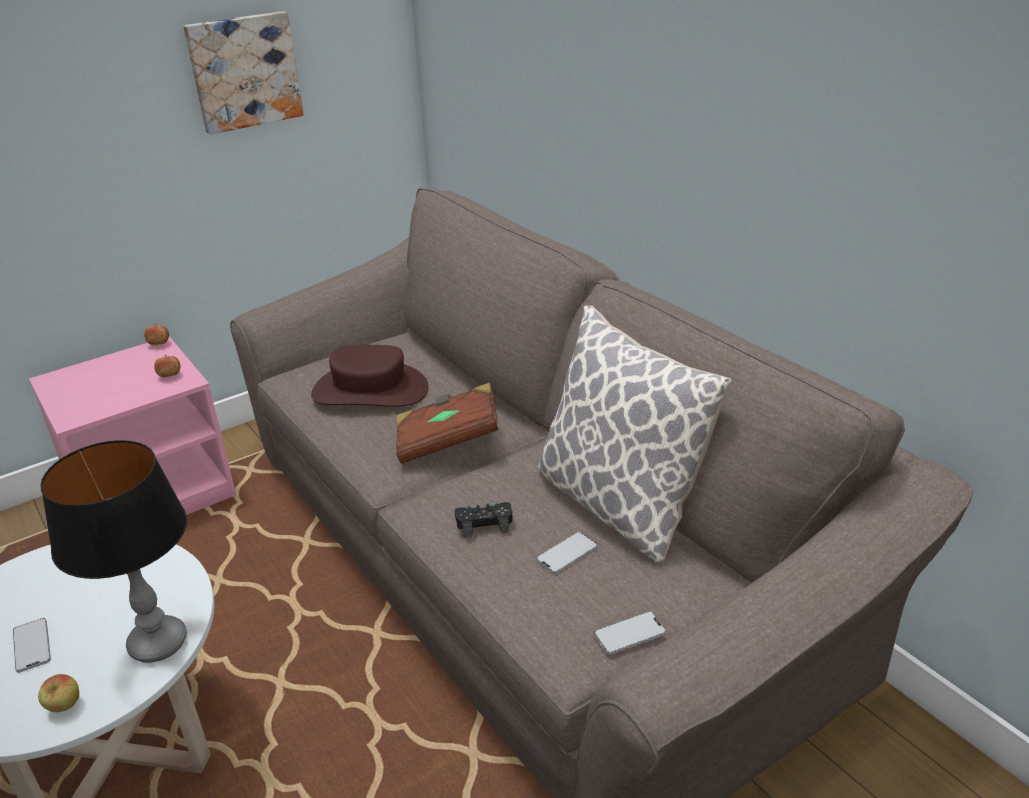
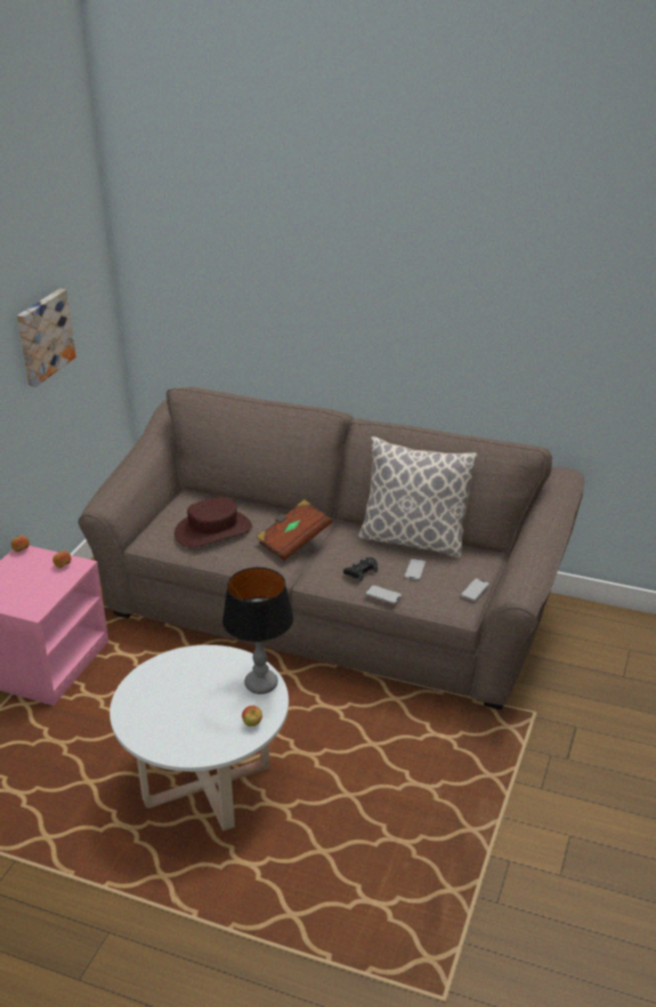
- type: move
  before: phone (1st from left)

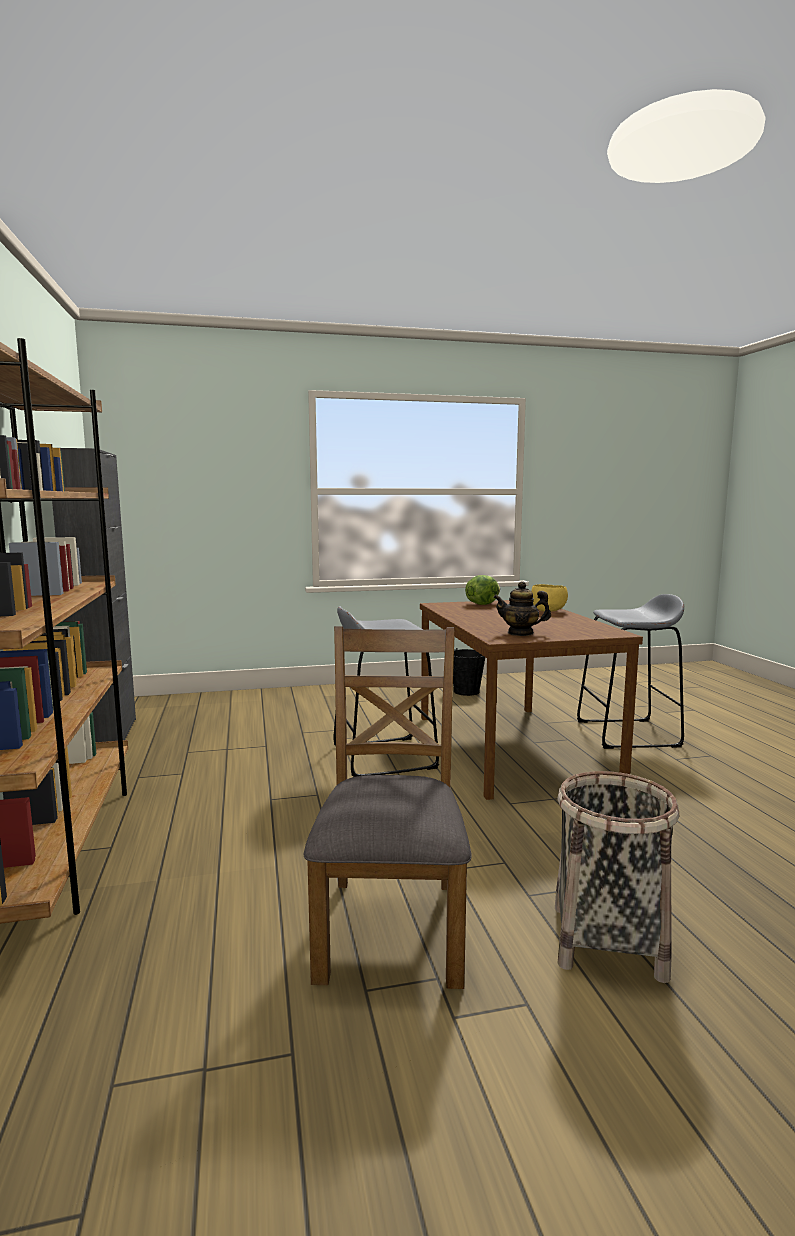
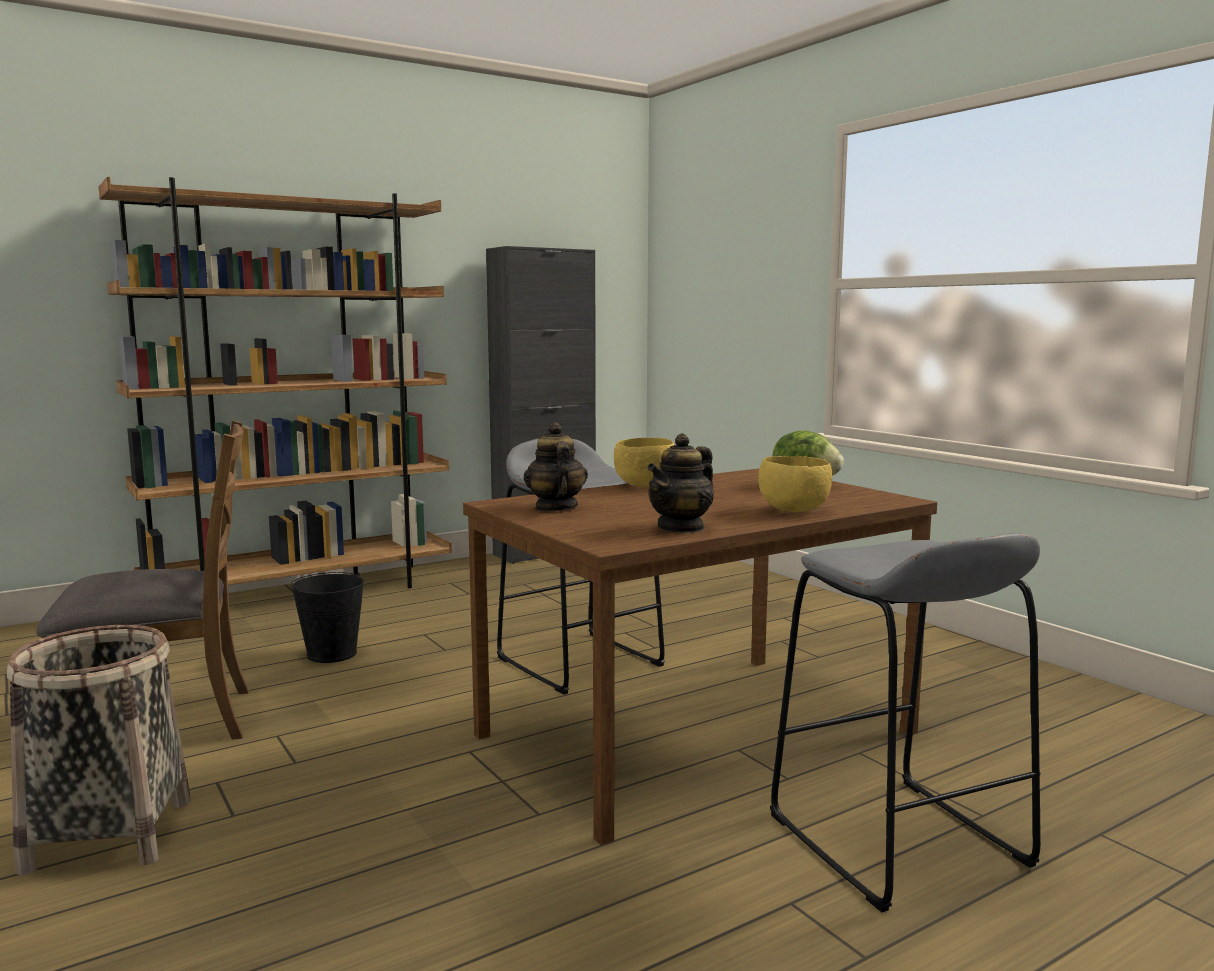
- type: move
  before: black bucket
- type: insert
  after: teapot (2nd from left)
- type: insert
  after: yellow bowl (1st from left)

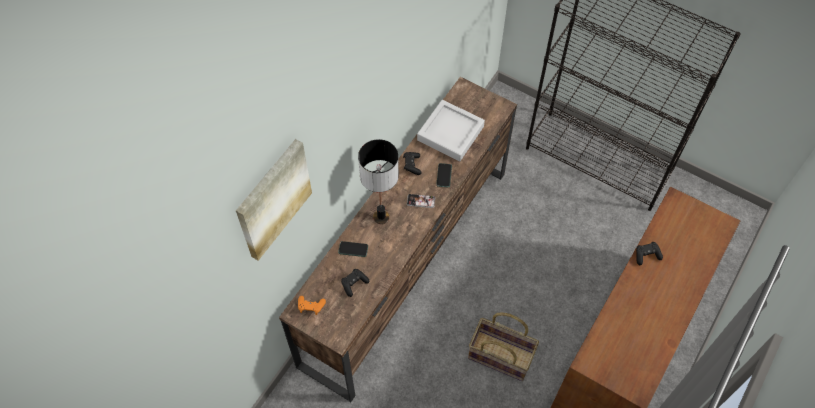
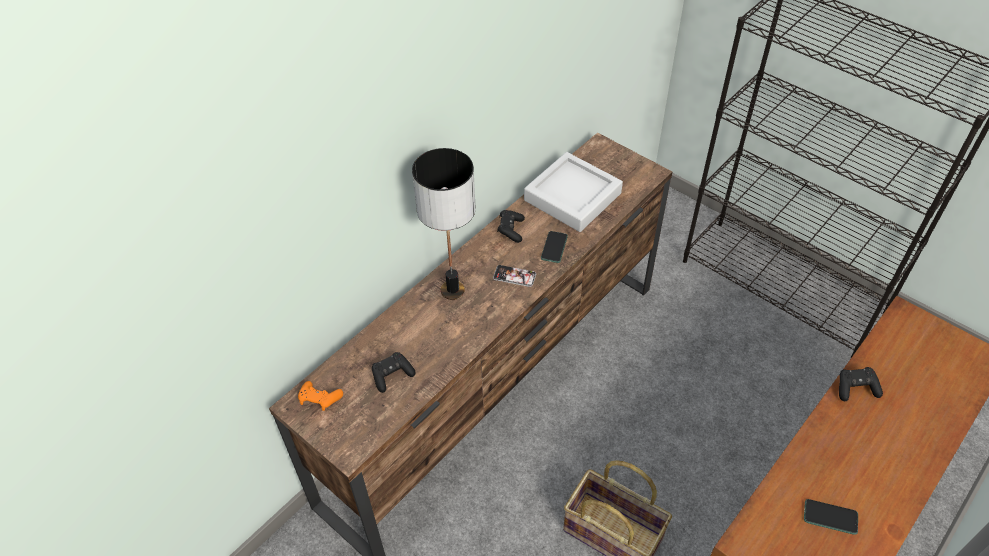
- type: delete
  before: picture
- type: move
  before: phone (1st from left in the first image)
  after: phone (3rd from left)

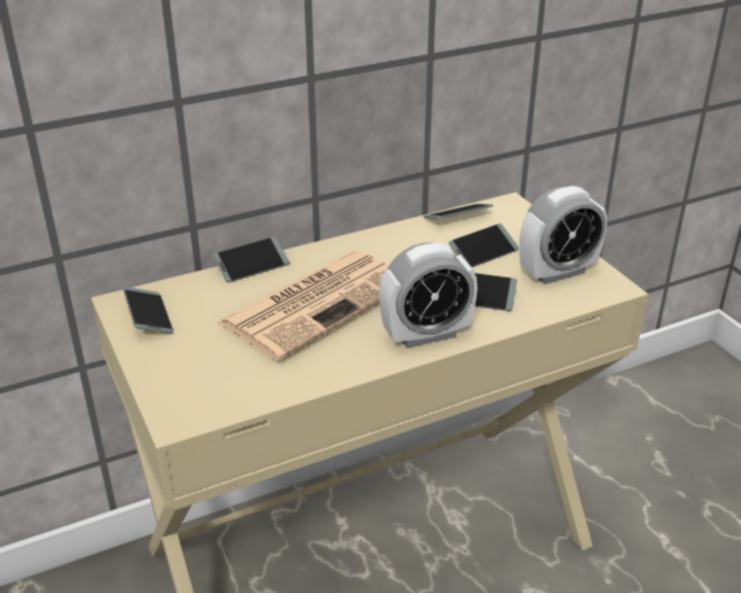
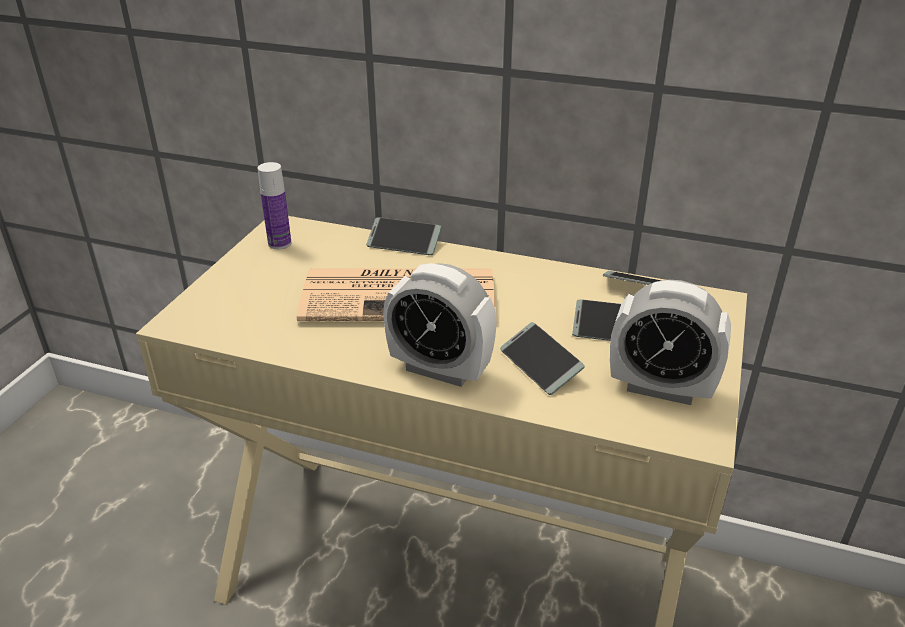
- type: replace
  before: phone (1st from left)
  after: bottle

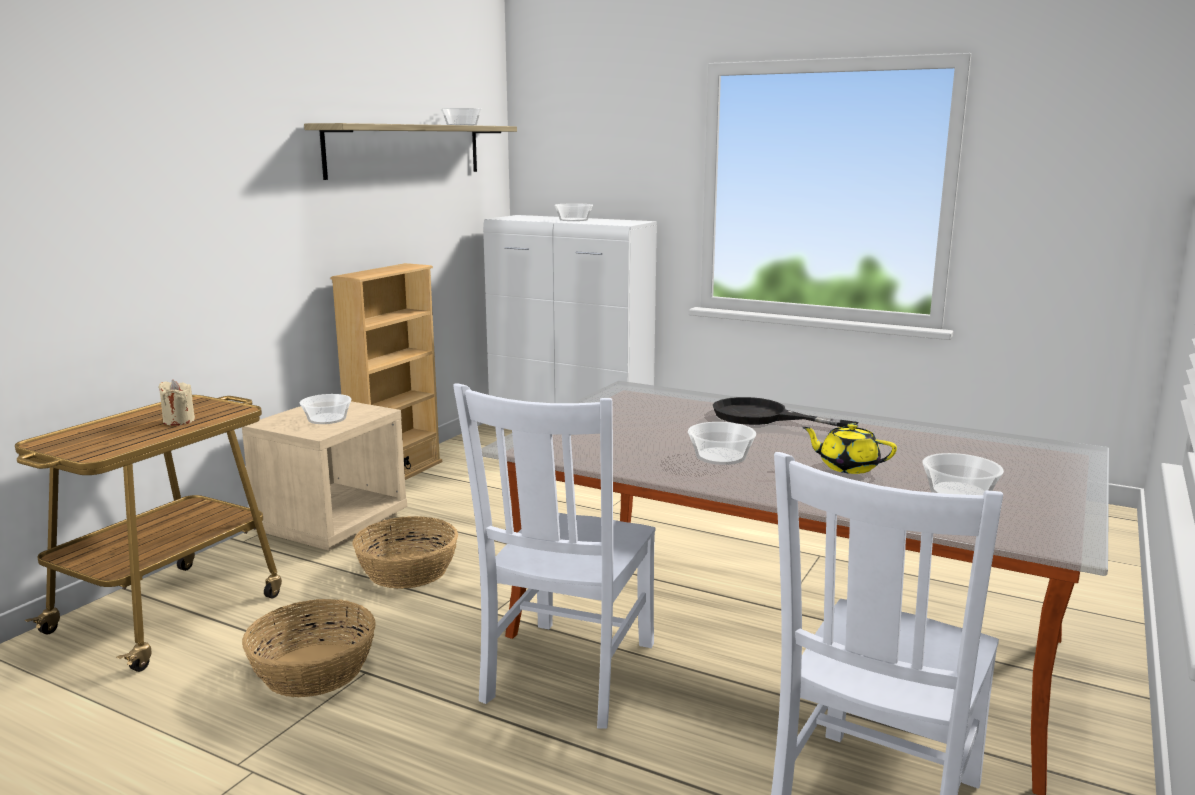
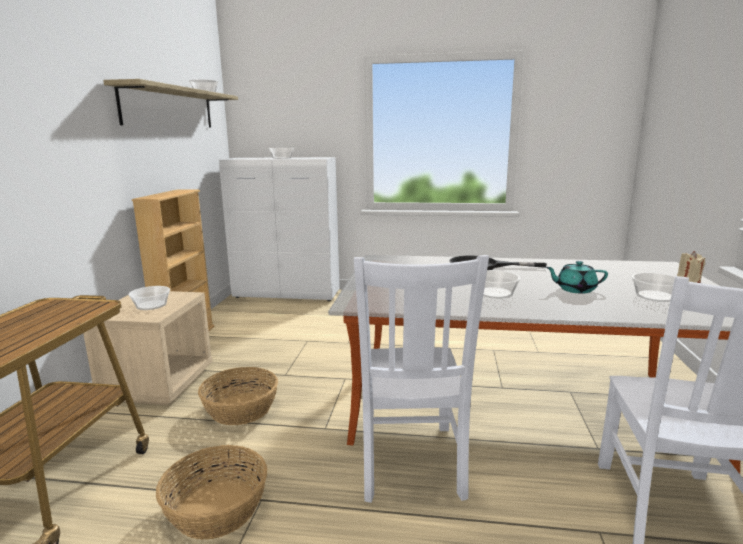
- type: move
  before: beige candle
- type: recolor
  before: yellow teapot
  after: turquoise teapot

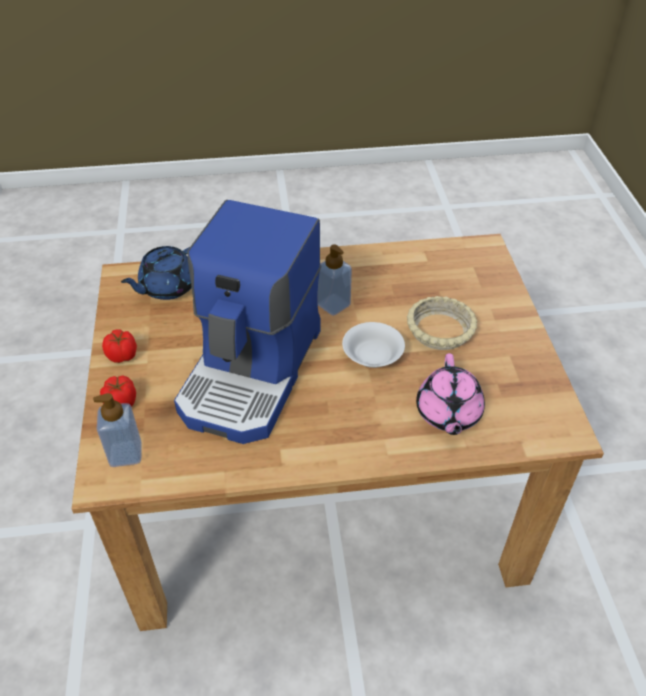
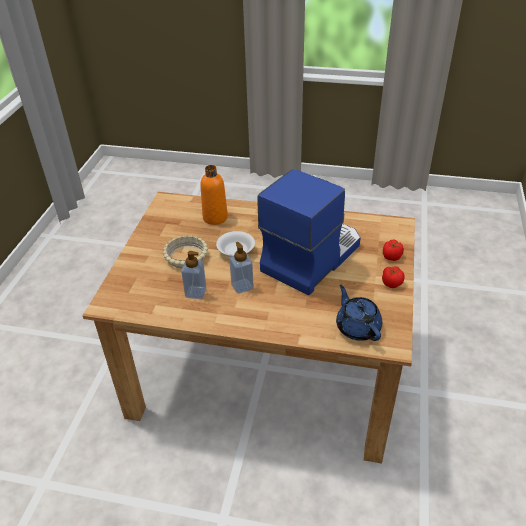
- type: rotate
  before: blue teapot
  turn: -90
- type: replace
  before: pink teapot
  after: orange bottle
- type: move
  before: soap dispenser (1st from left)

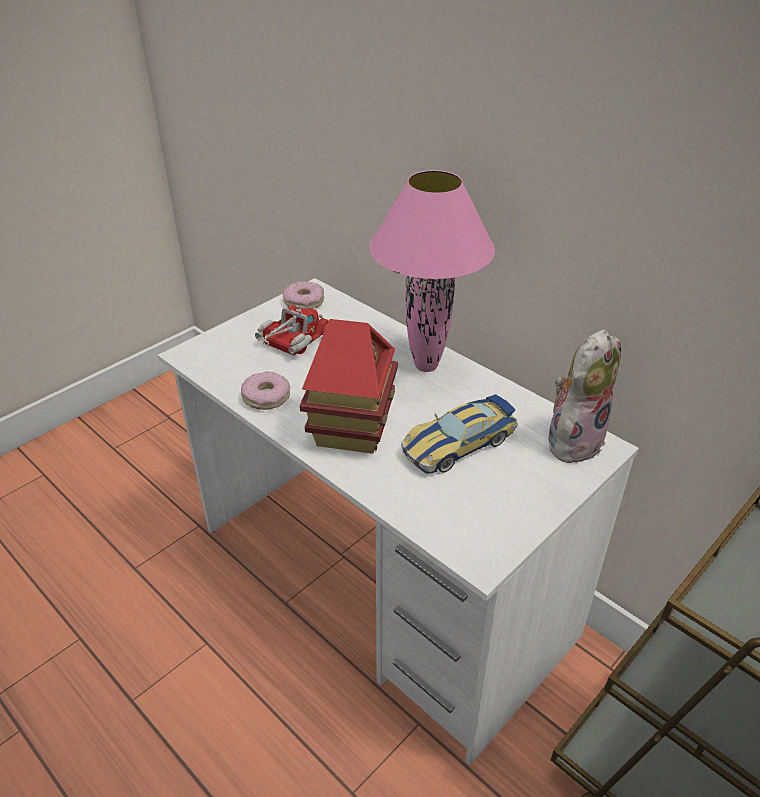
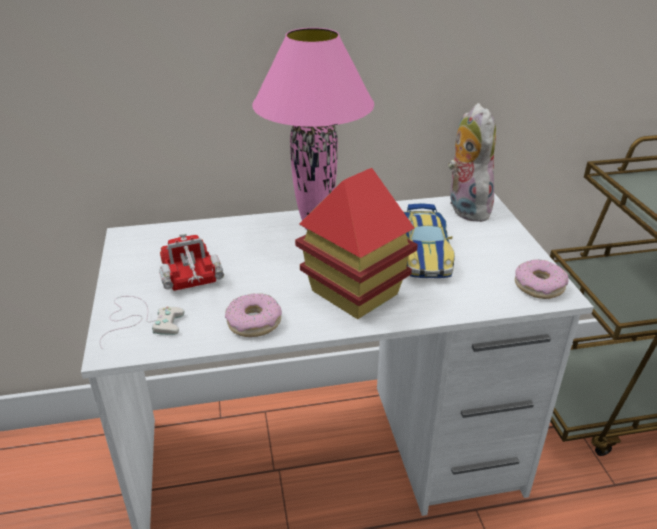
- type: move
  before: donut (2nd from left)
- type: insert
  after: white game controller

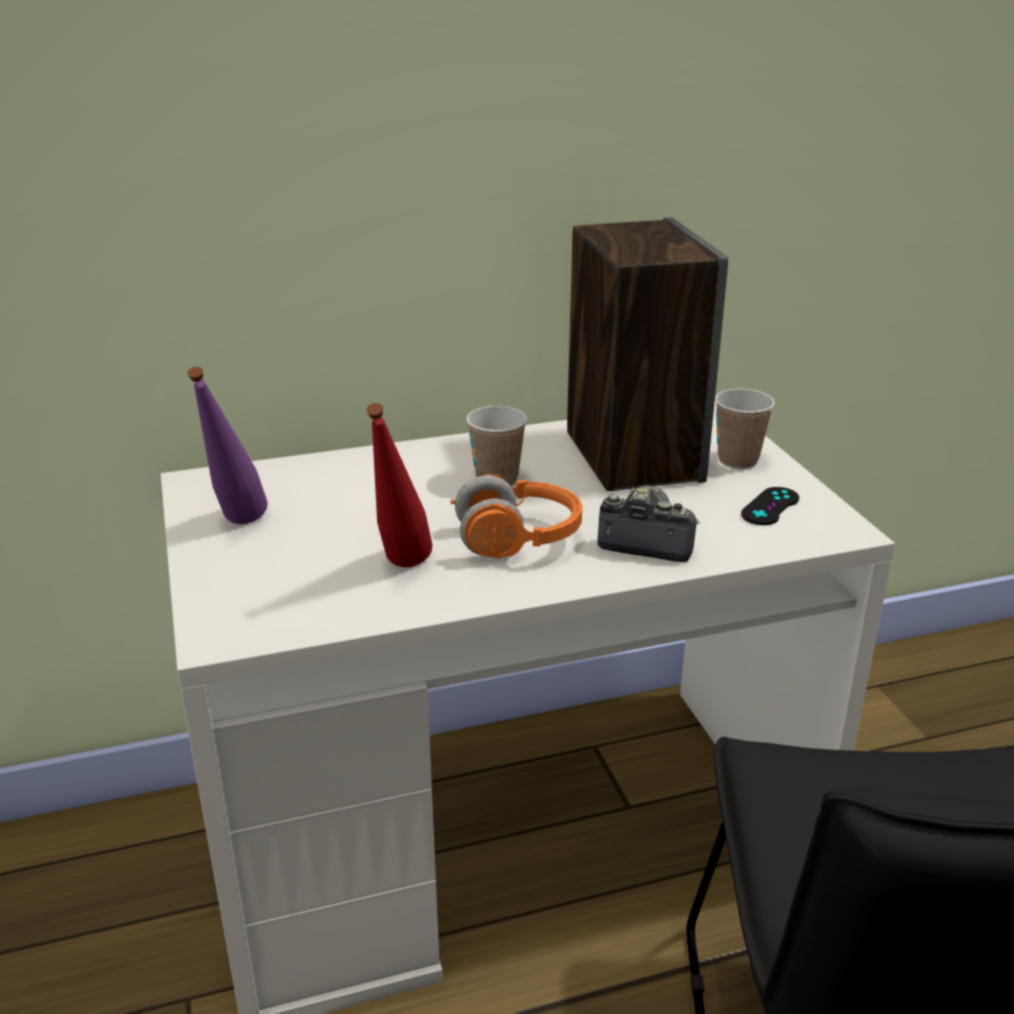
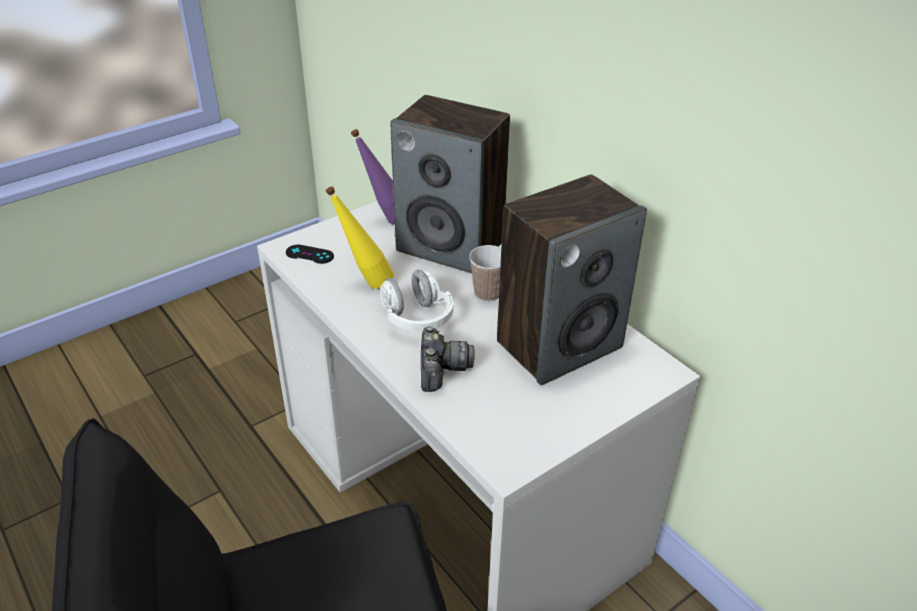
- type: delete
  before: cup (2nd from left)
- type: recolor
  before: red bottle
  after: yellow bottle
- type: recolor
  before: orange headphones
  after: white headphones
- type: move
  before: black game controller
- type: insert
  after: speaker (1st from left)

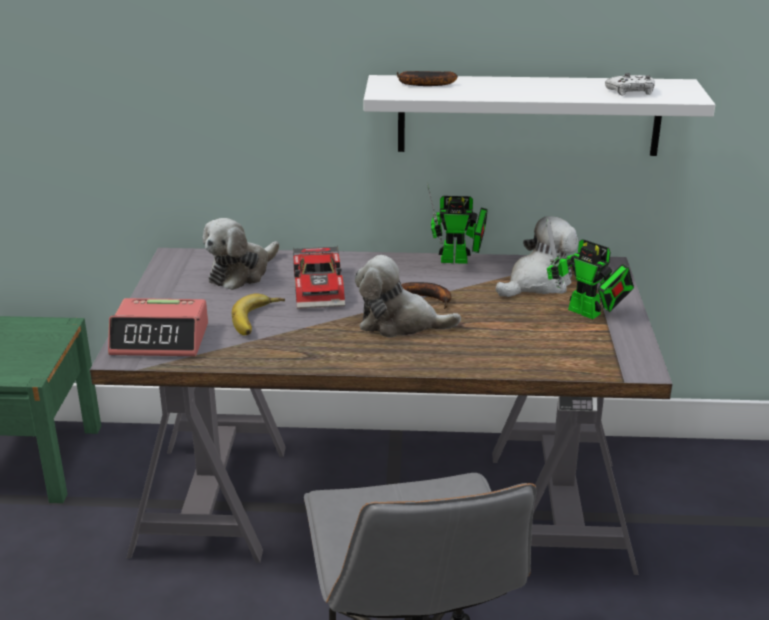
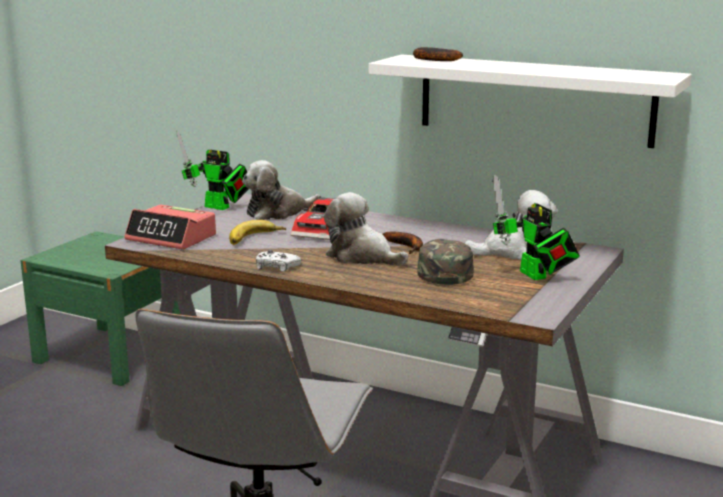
- type: move
  before: white game controller
- type: move
  before: toy robot (1st from left)
- type: insert
  after: green cap

